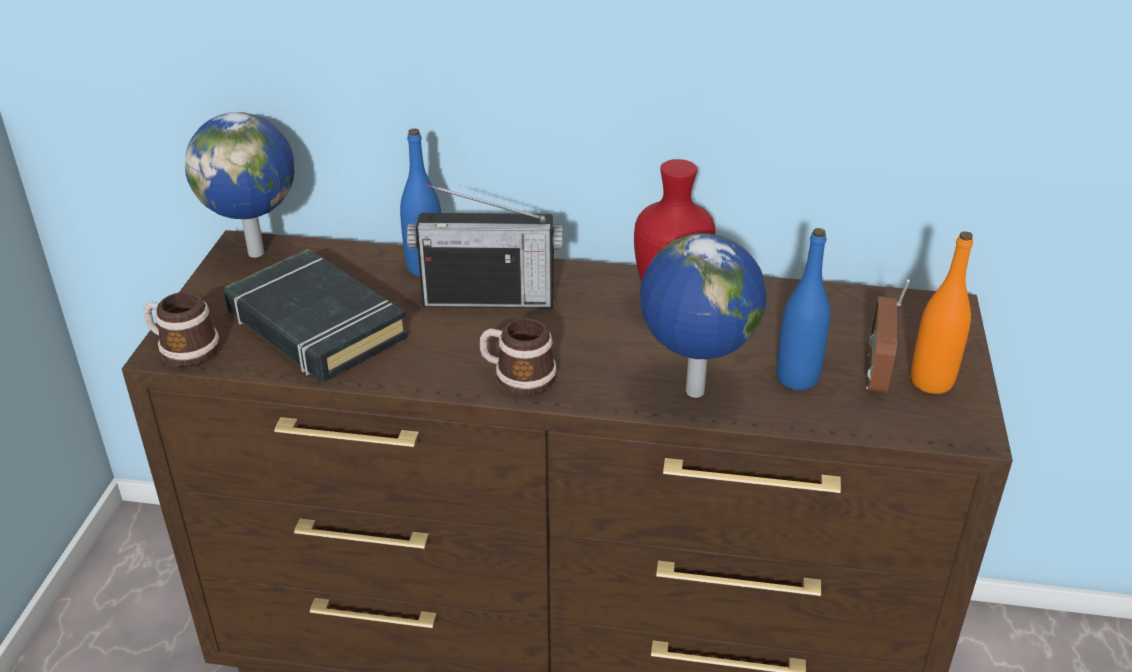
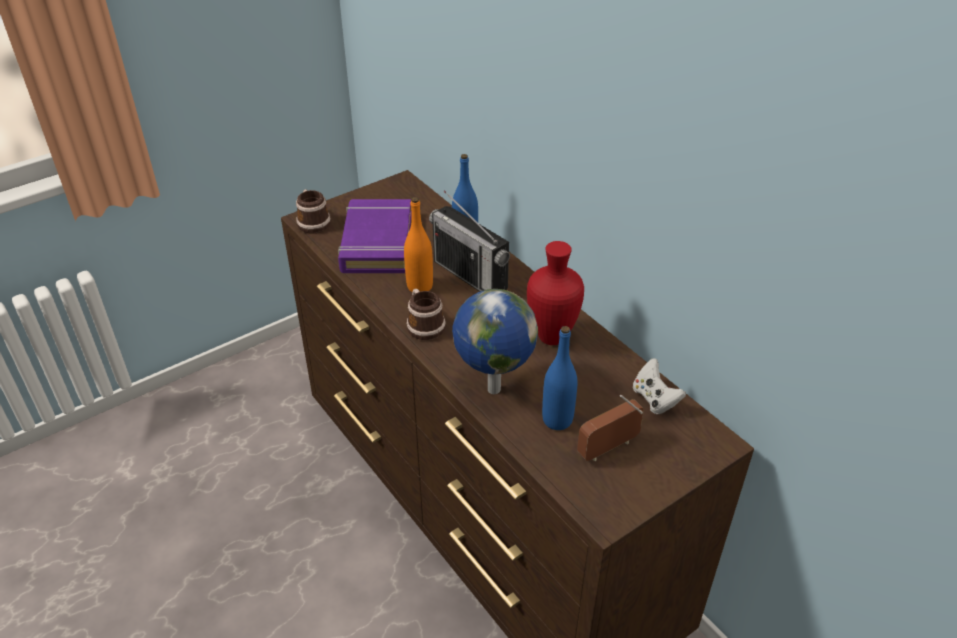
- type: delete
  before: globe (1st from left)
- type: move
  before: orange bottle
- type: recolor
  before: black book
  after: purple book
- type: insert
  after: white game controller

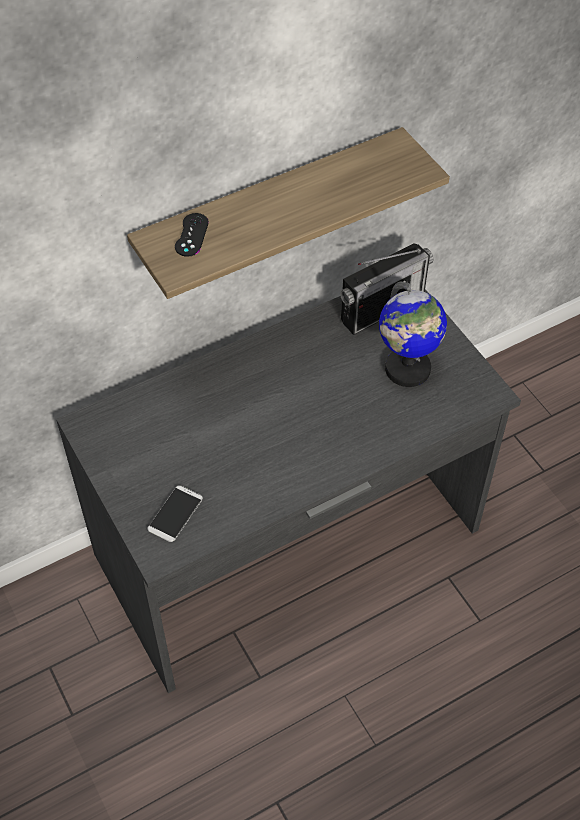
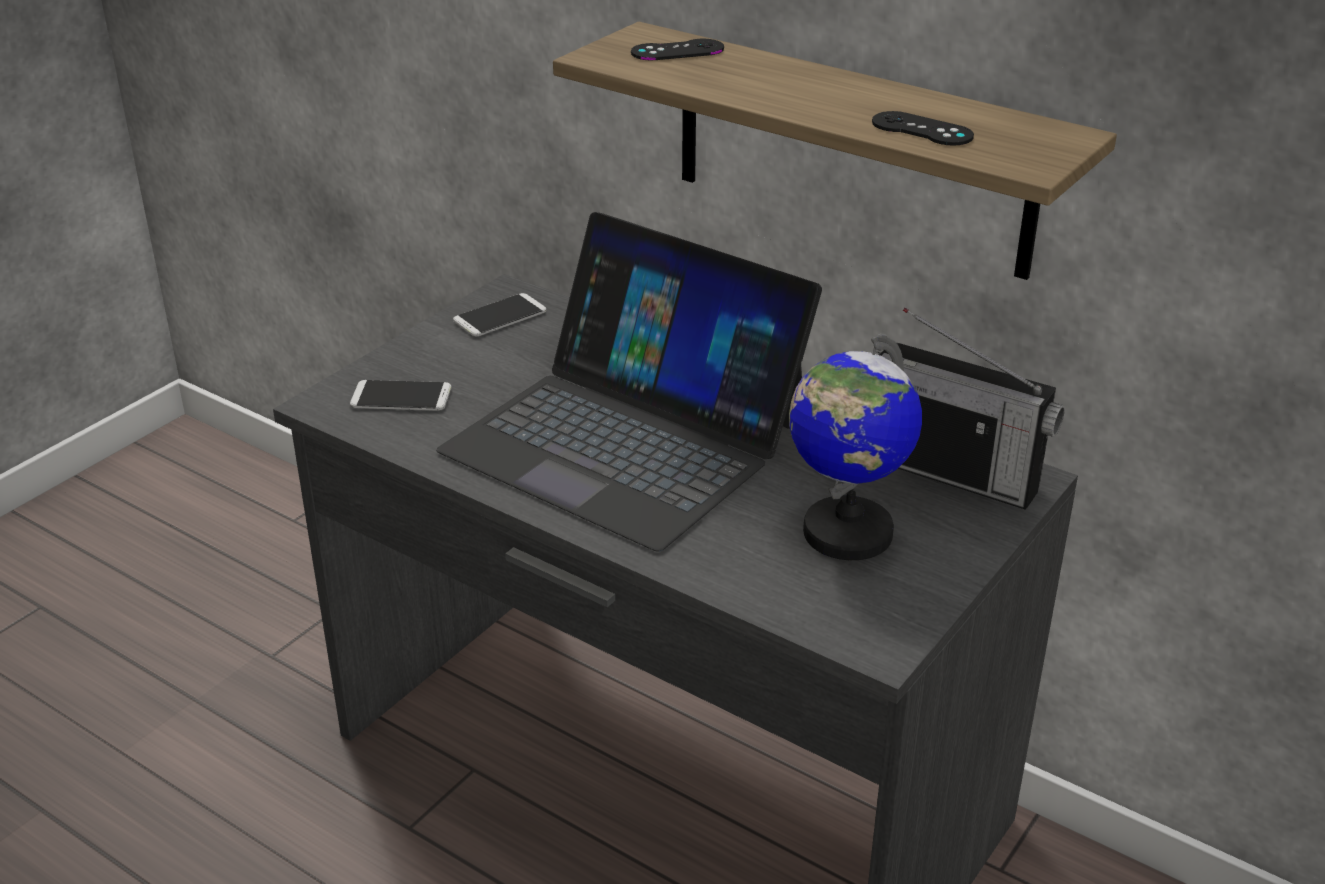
- type: insert
  after: black game controller (2nd from left)
- type: insert
  after: laptop
- type: insert
  after: phone (2nd from left)

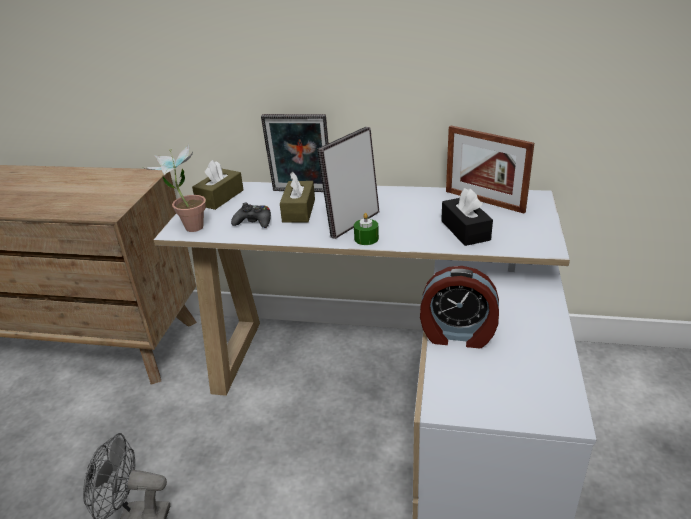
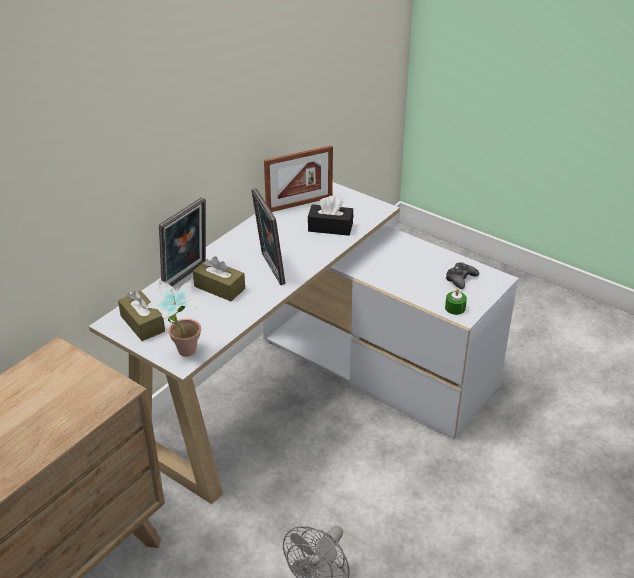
- type: move
  before: black game controller
- type: move
  before: green candle
- type: delete
  before: alarm clock

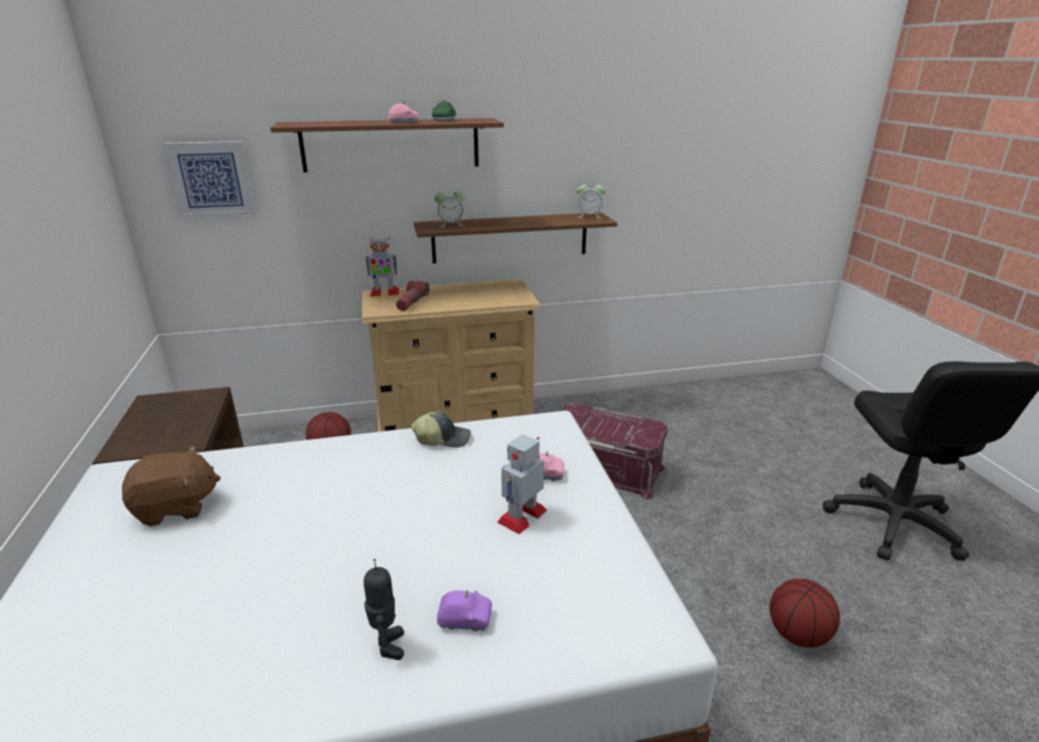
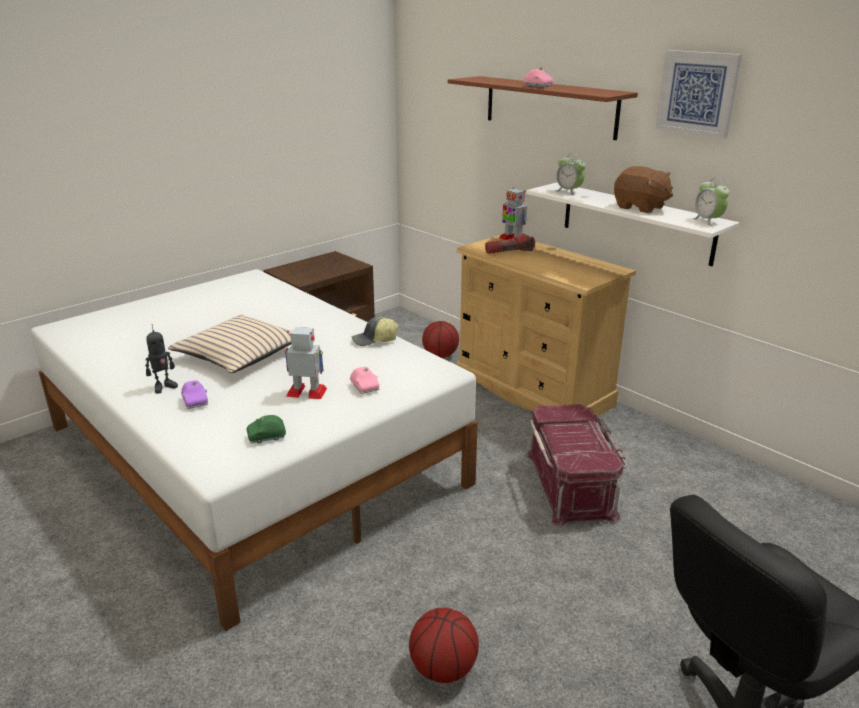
- type: move
  before: green toy car
- type: move
  before: picture
- type: recolor
  before: brown shelf (2nd from left)
  after: white shelf
- type: rotate
  before: cap
  turn: 105
- type: move
  before: brown plush toy
- type: insert
  after: beige pillow

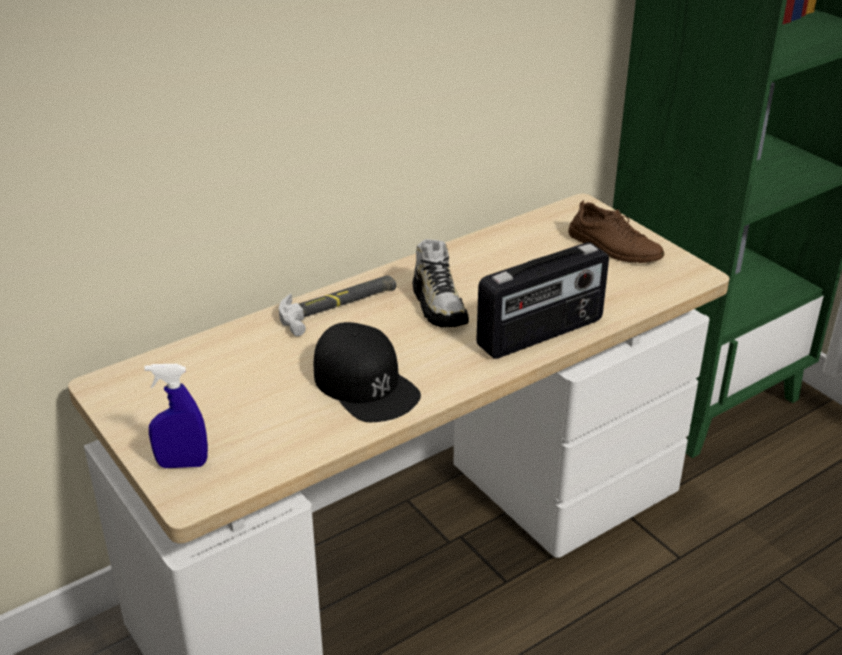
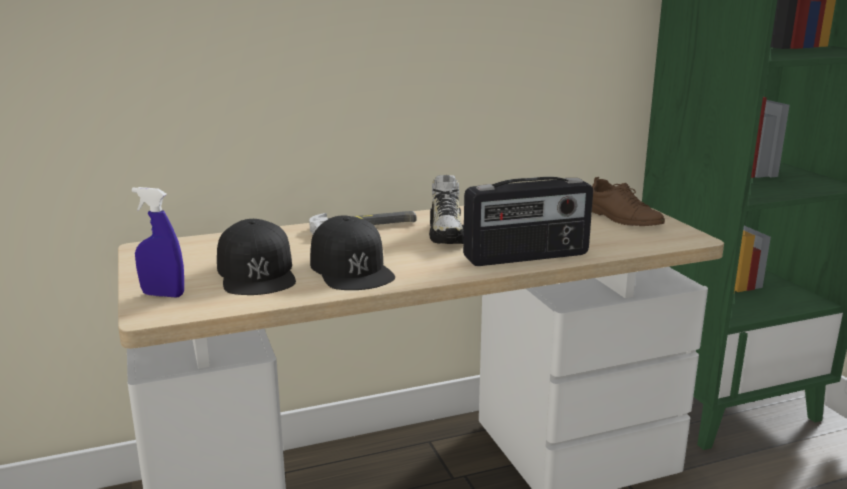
- type: insert
  after: black cap (1st from left)

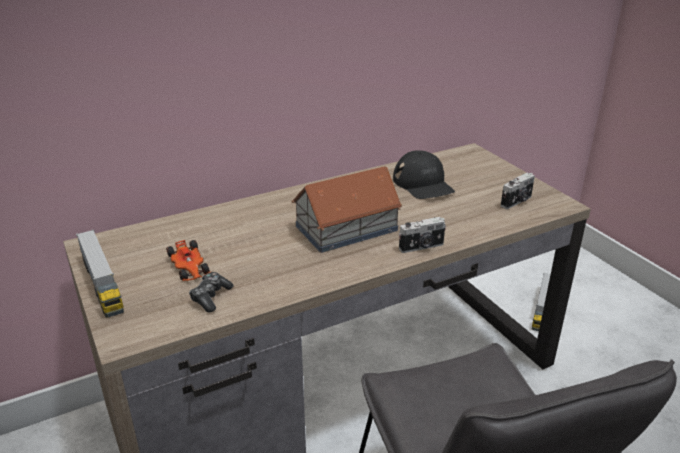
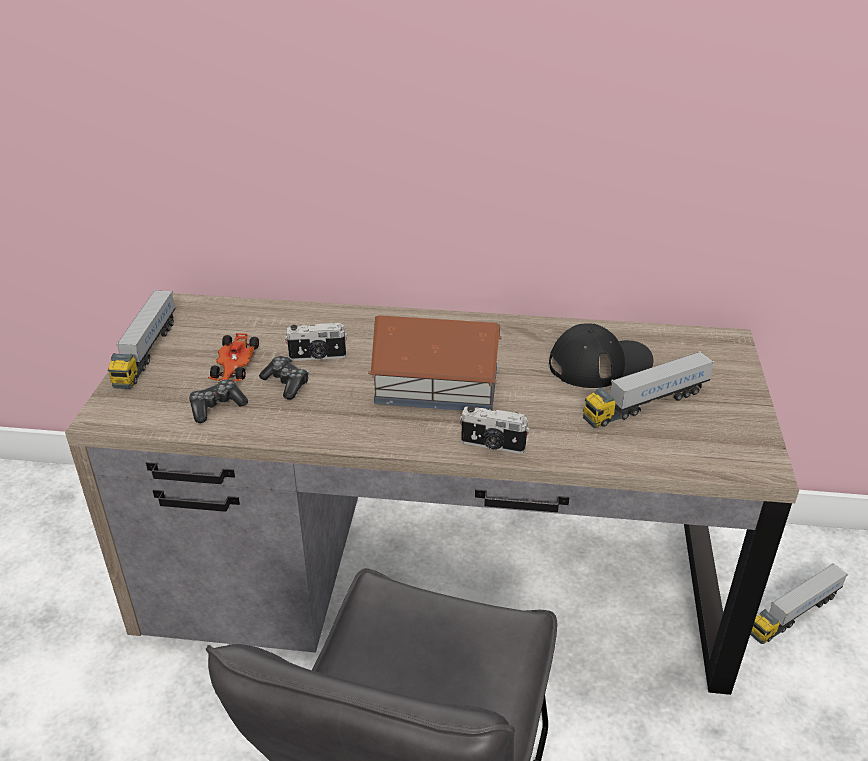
- type: rotate
  before: black cap
  turn: -120
- type: move
  before: photo camera (2nd from left in the first image)
  after: photo camera (1st from left)
- type: insert
  after: toy truck (2nd from left)
- type: insert
  after: game controller (2nd from left)

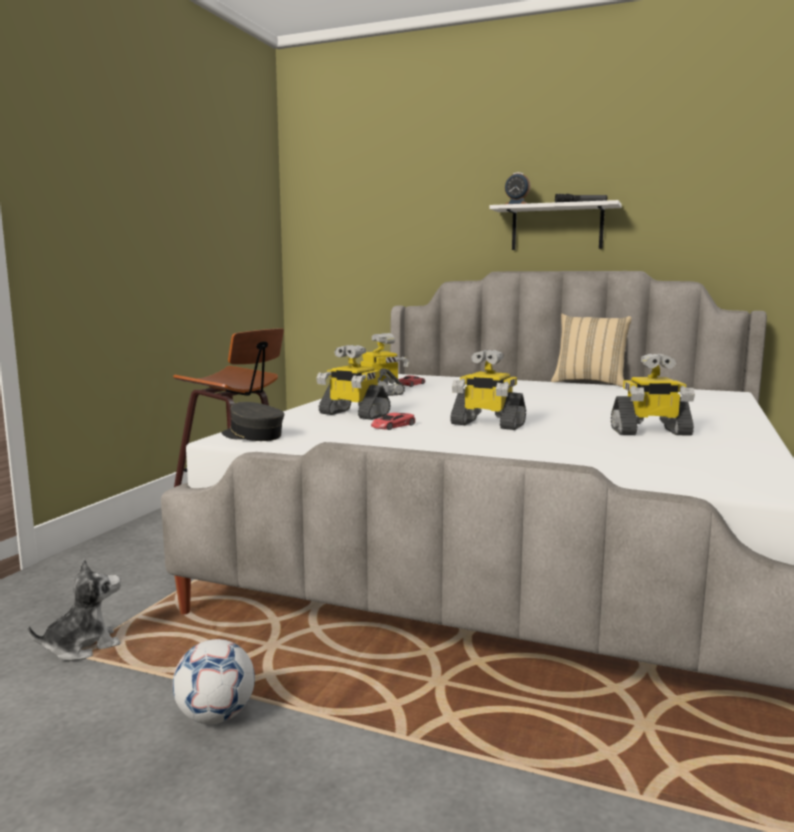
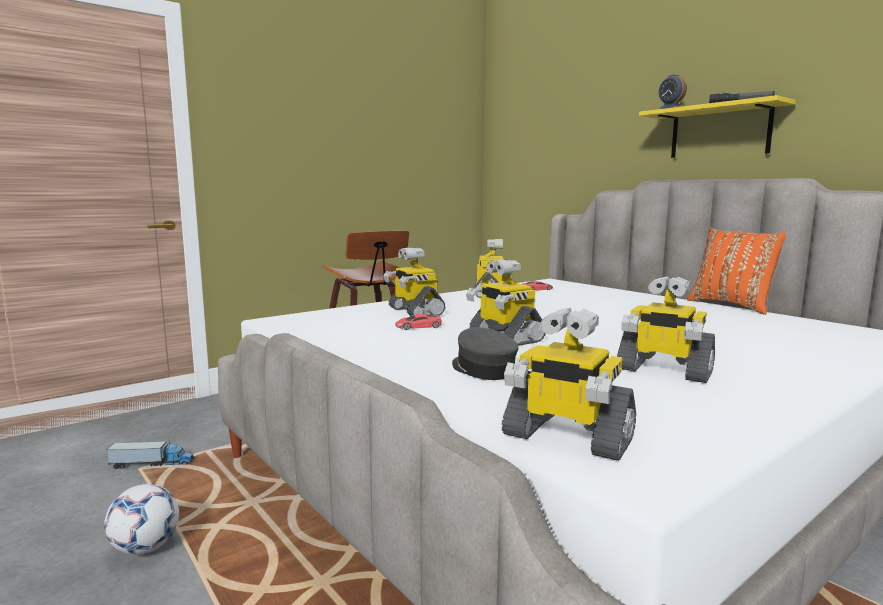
- type: recolor
  before: white shelf
  after: yellow shelf
- type: recolor
  before: beige pillow
  after: orange pillow
- type: move
  before: grey cap
- type: replace
  before: plush toy
  after: toy truck
- type: insert
  after: toy robot (4th from left)

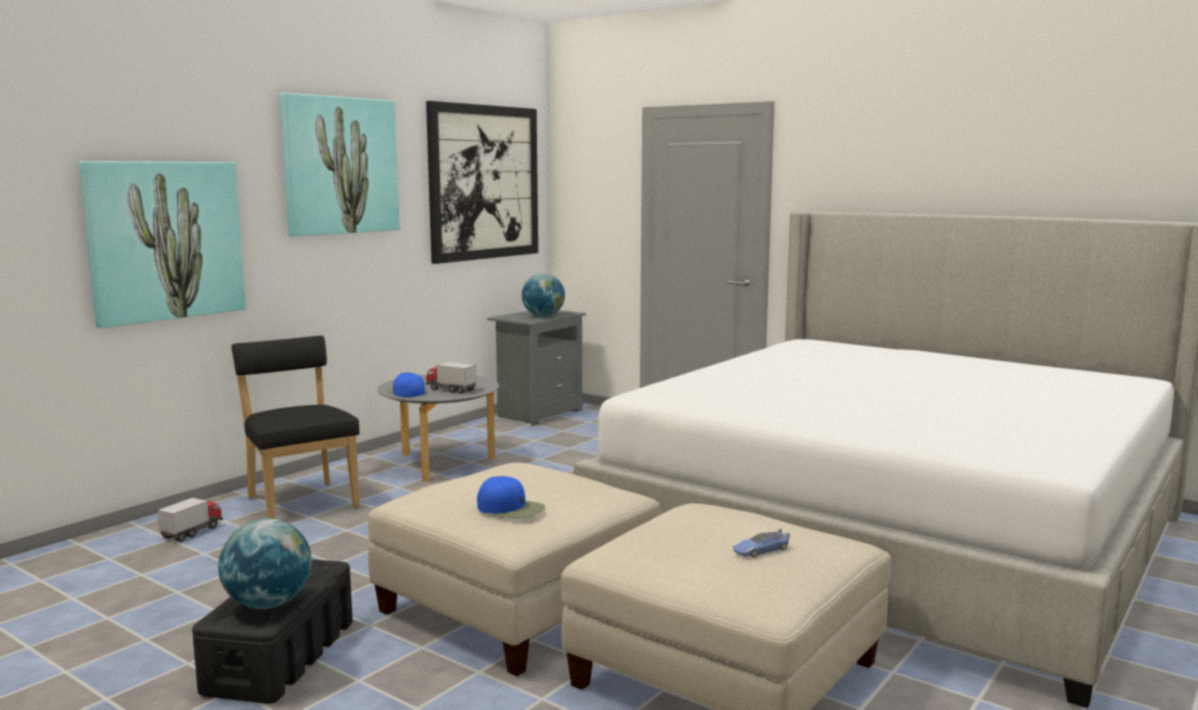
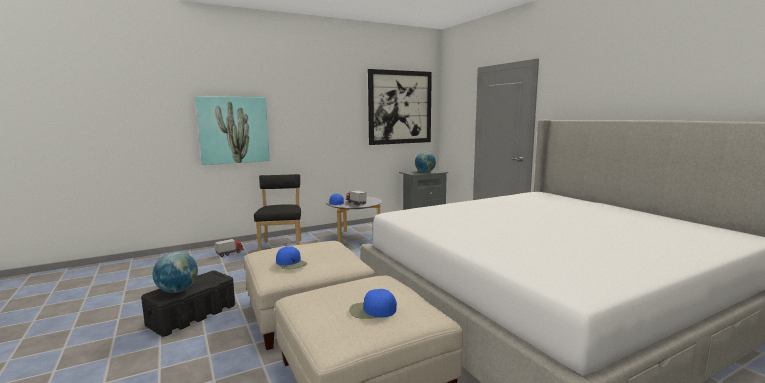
- type: delete
  before: picture (2nd from left)
- type: replace
  before: toy car
  after: blue cap (3rd from left)

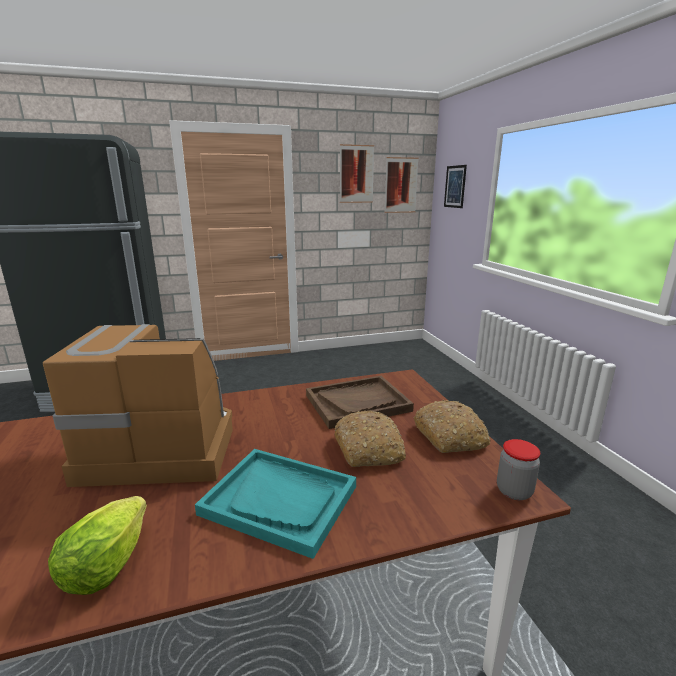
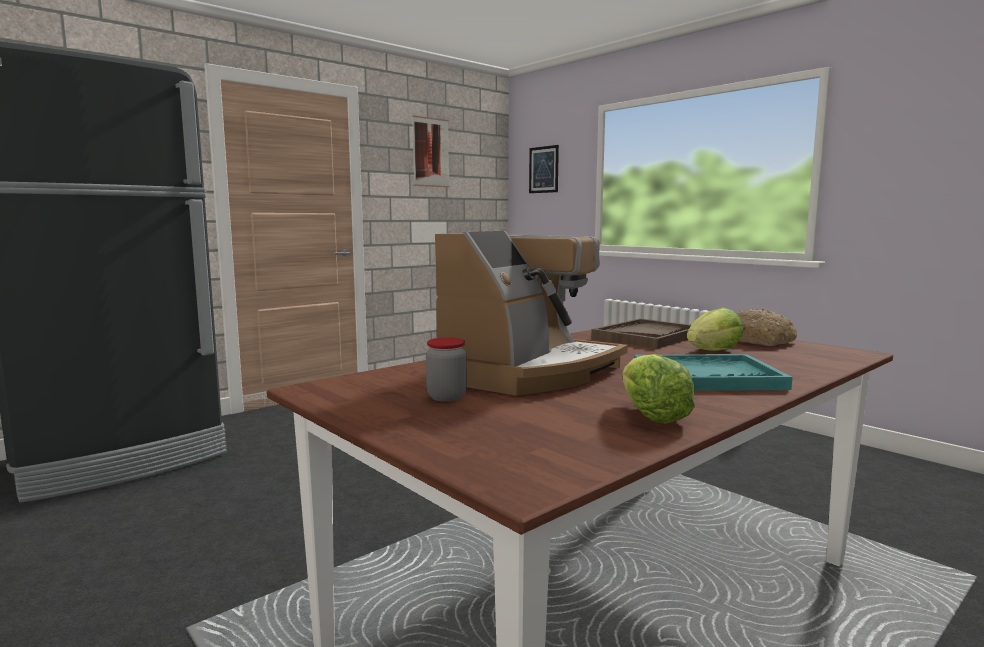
- type: delete
  before: picture (2nd from left)
- type: rotate
  before: coffee machine
  turn: 150
- type: replace
  before: bread (1st from left)
  after: lettuce (2nd from left)
- type: move
  before: jar

